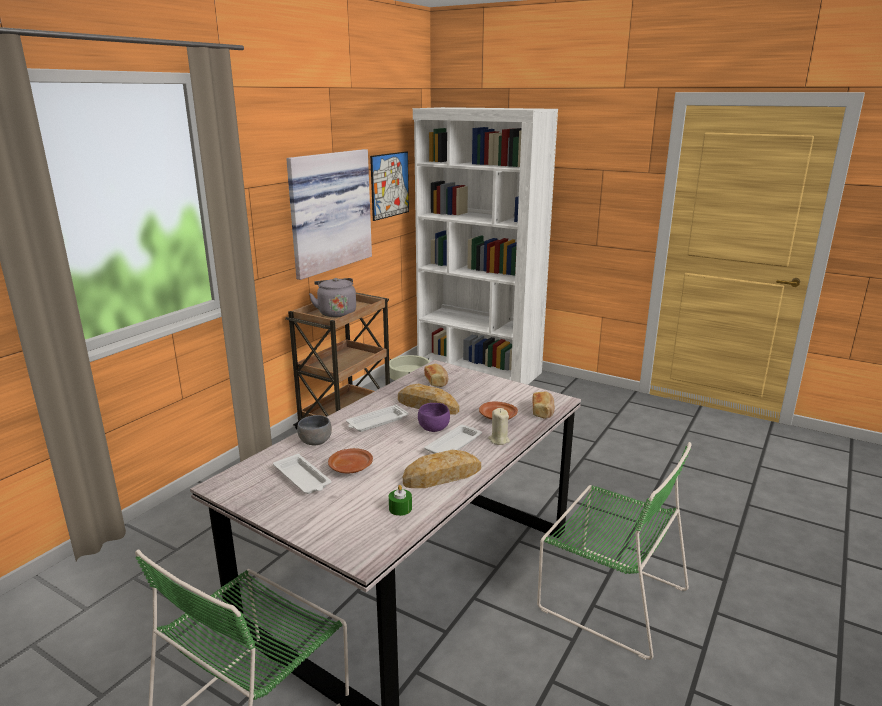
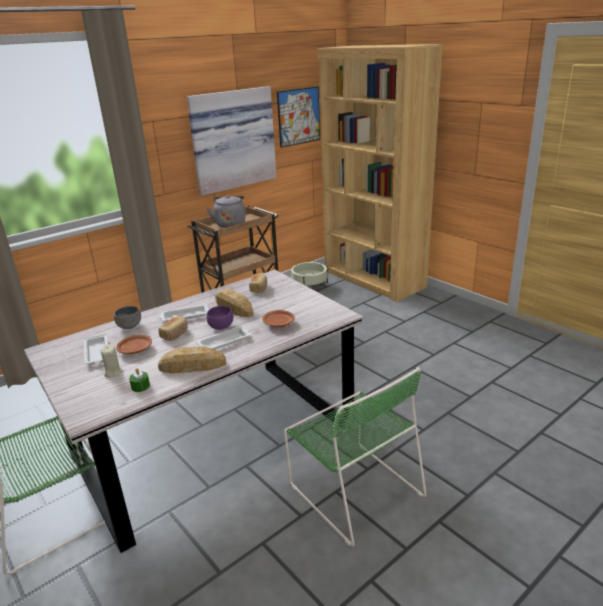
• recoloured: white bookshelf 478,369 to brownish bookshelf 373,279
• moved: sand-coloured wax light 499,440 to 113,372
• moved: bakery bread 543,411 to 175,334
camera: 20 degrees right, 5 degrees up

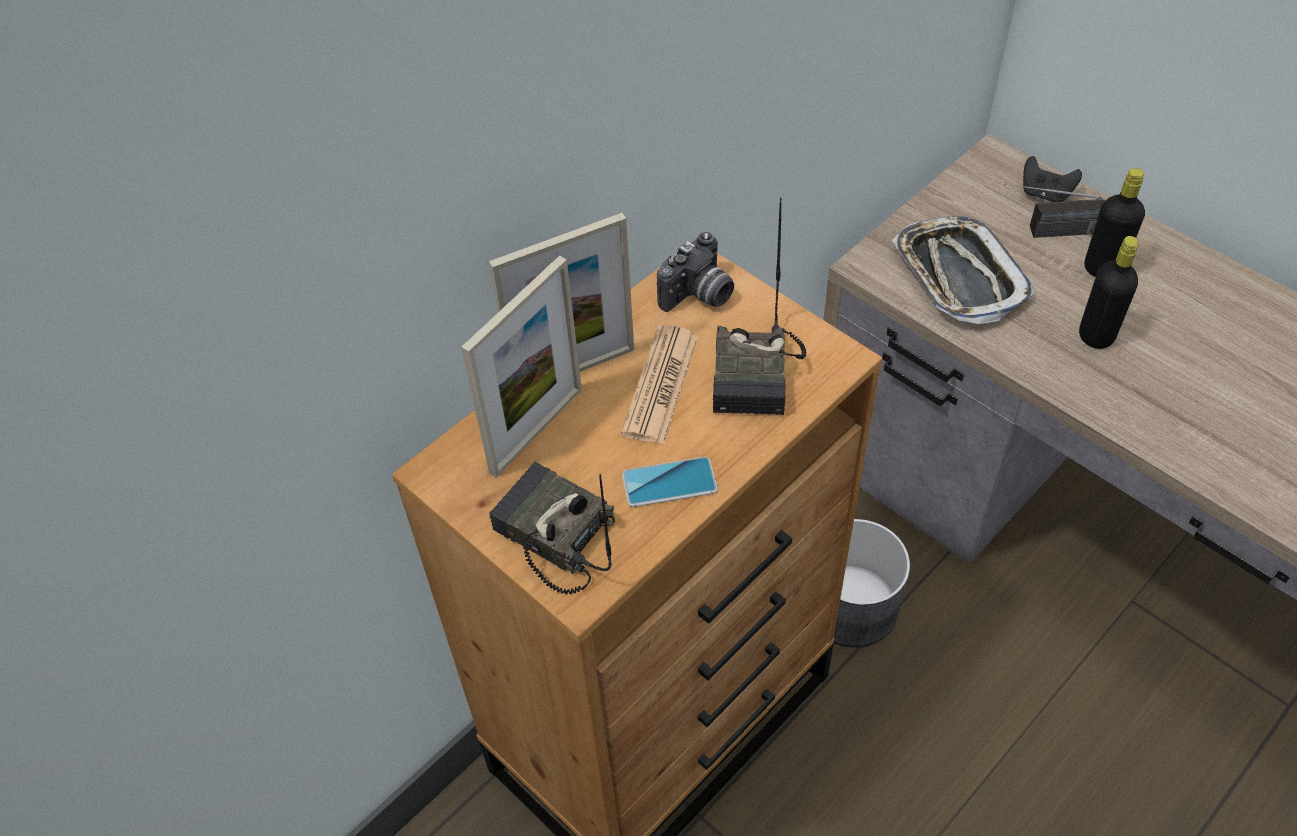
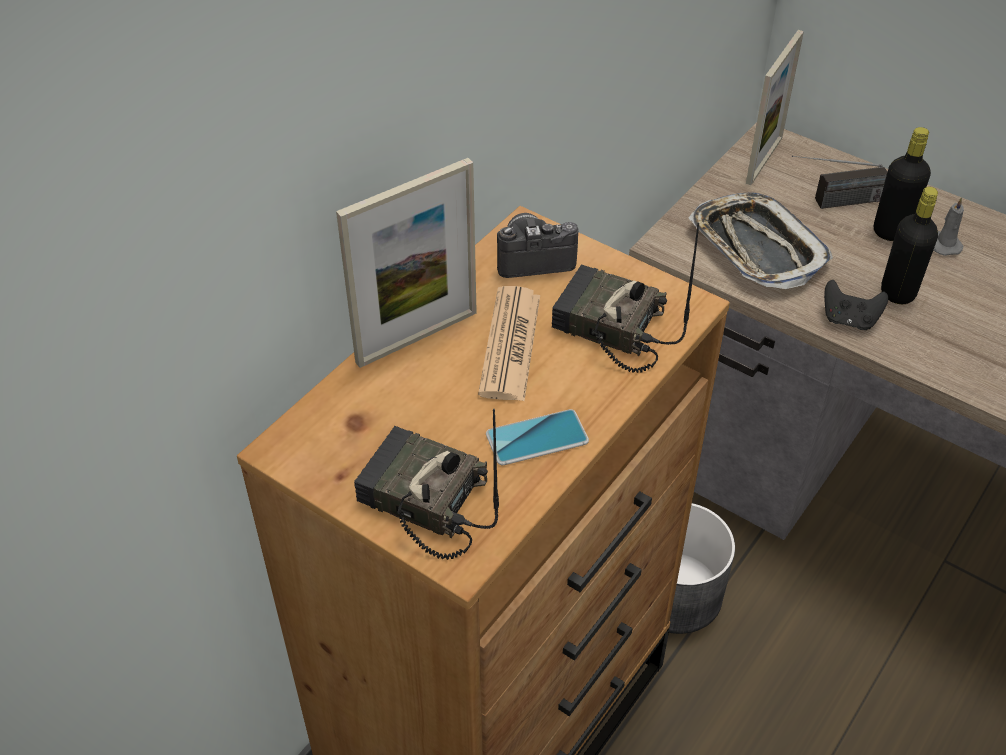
• moved: photo frame 536,430 to 764,160
• turned: still camera 699,296 = 533,258 135 degrees counterclockwise
• turned: radio 758,376 = 608,329 120 degrees clockwise
• moved: black-coloured joypad 1045,194 to 849,320
• added: gray wax light 944,244
camera: 10 degrees left, 5 degrees down

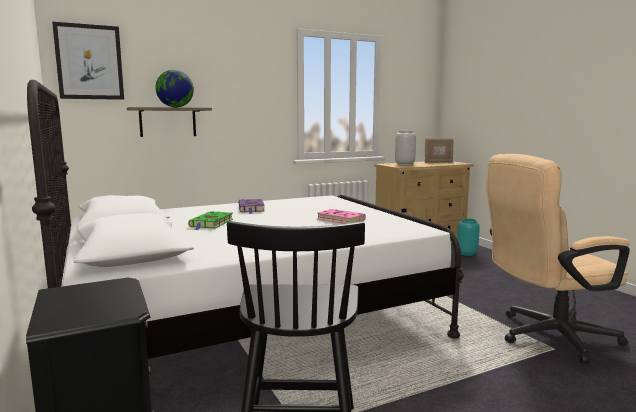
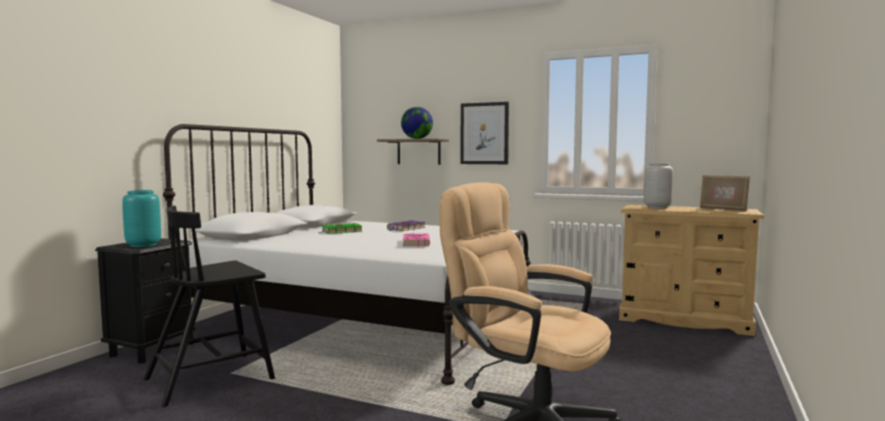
• moved: wall picture 89,62 to 484,133
• moved: turquoise-coloured decorative vase 467,253 to 143,245
camera: 50 degrees right, 5 degrees down

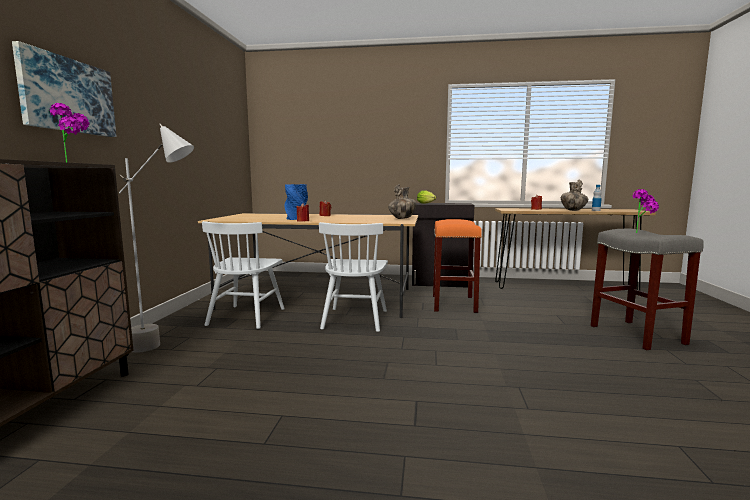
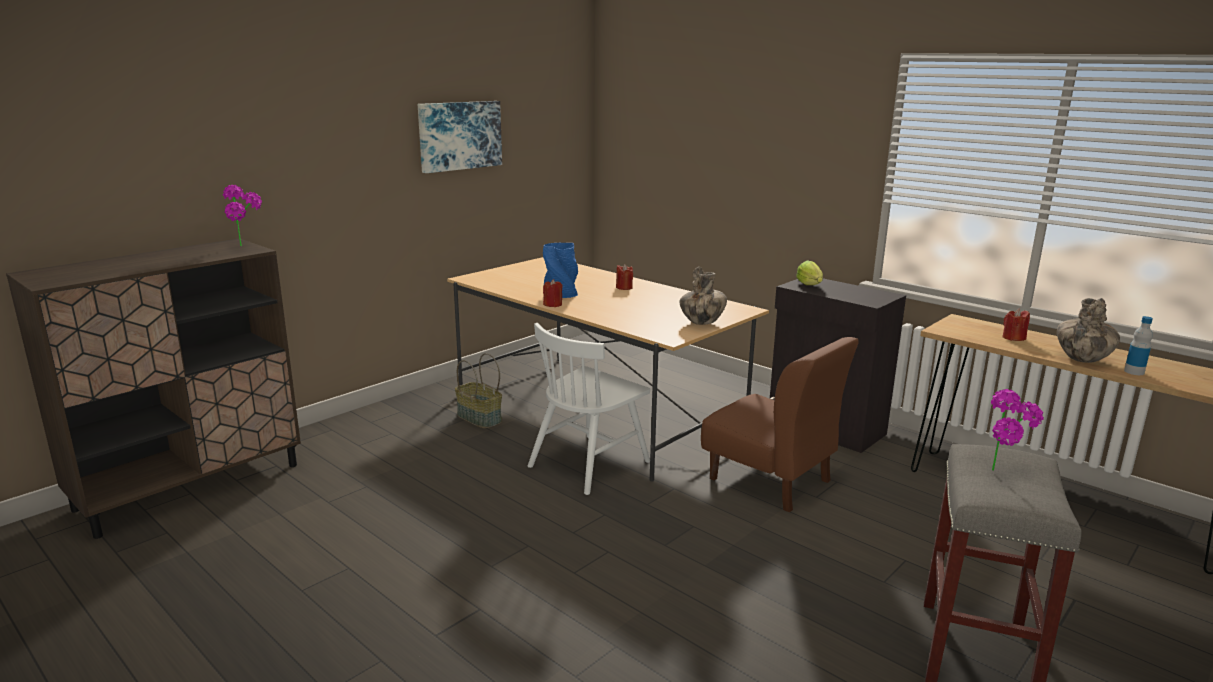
• moved: wall picture 67,95 to 459,135
• removed: gray standing lamp 168,347
• replaced: white upright chair 246,316 to basket 478,418
• replaced: orange-coloured stool 454,304 to brownish upright chair 770,480
camera: 35 degrees right, 10 degrees up

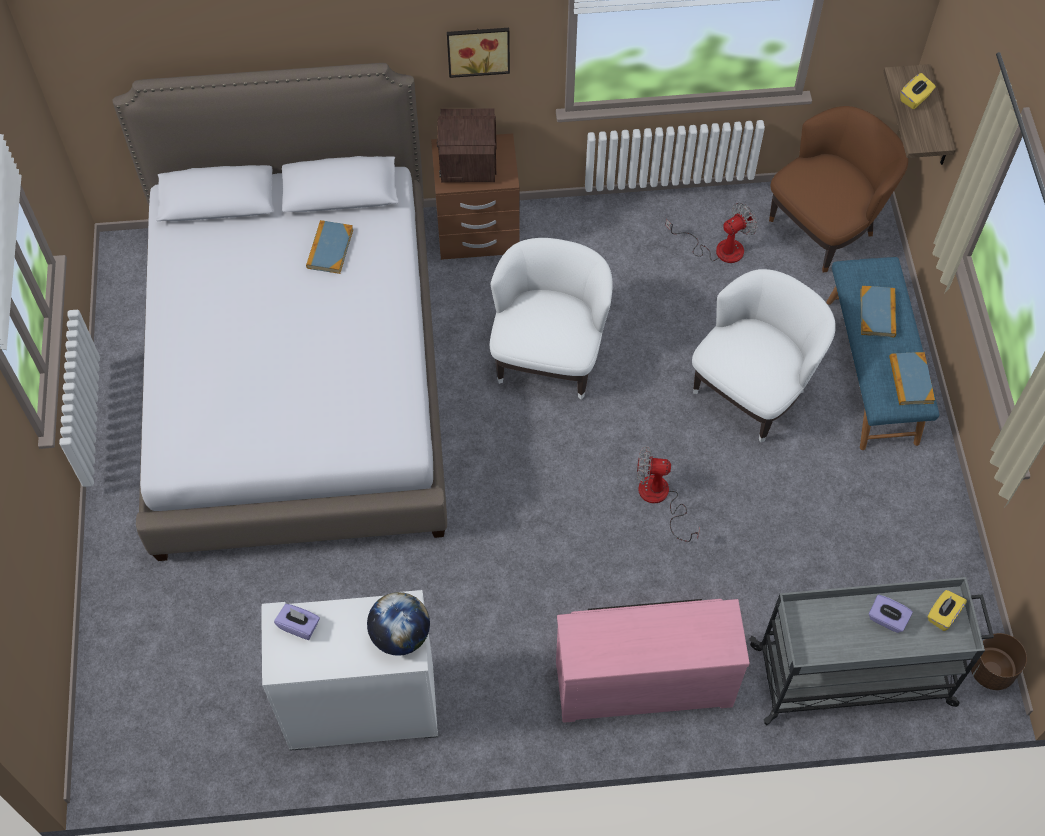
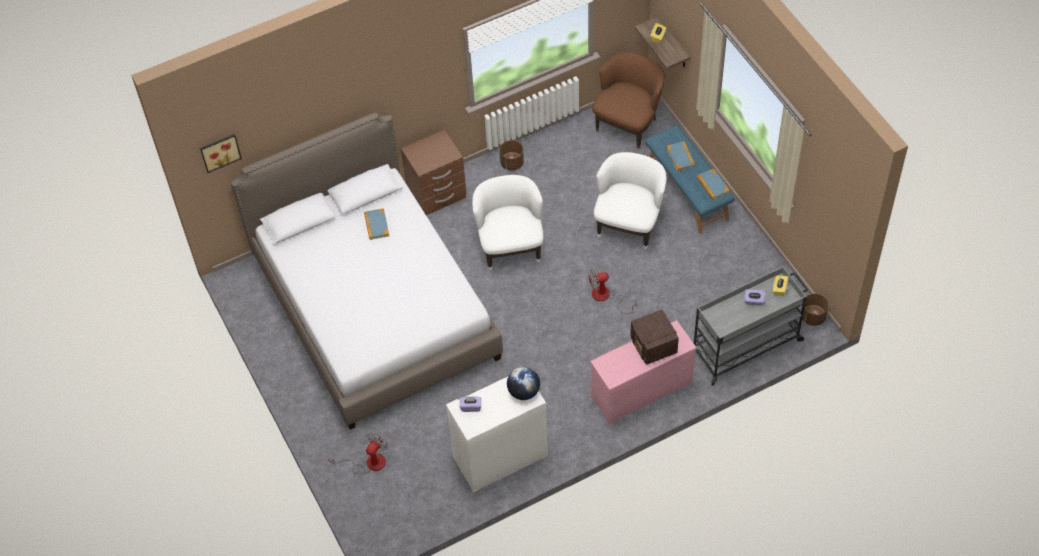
• moved: radio 468,163 to 653,346
• moved: wall picture 478,49 to 220,151
• moved: fan 719,249 to 368,463
• added: brownish planter 512,163
camera: 20 degrees left, 5 degrees down

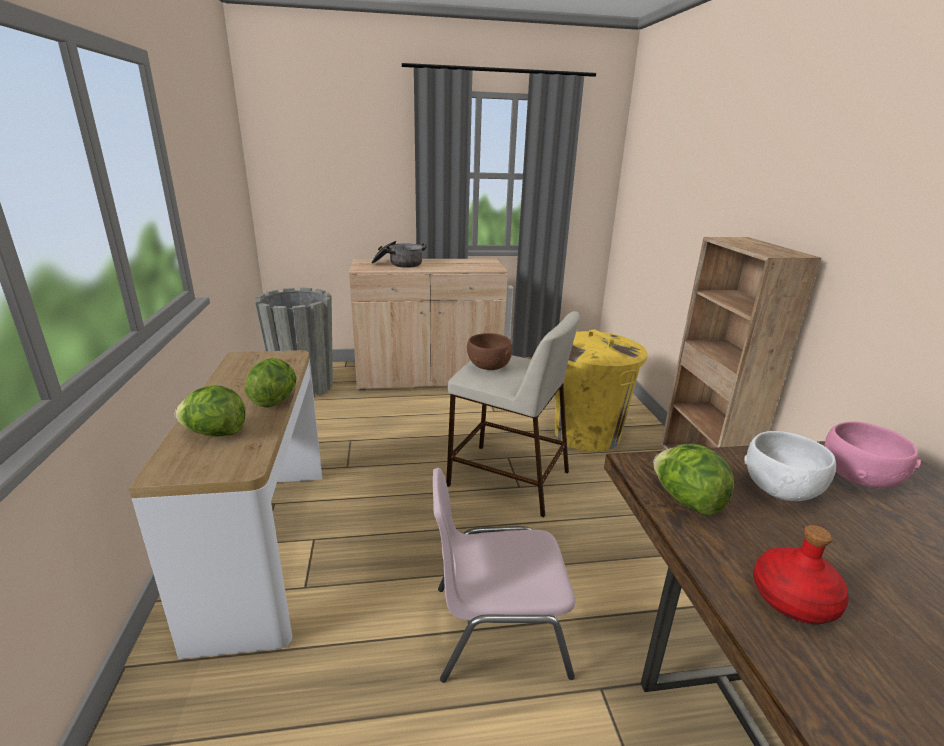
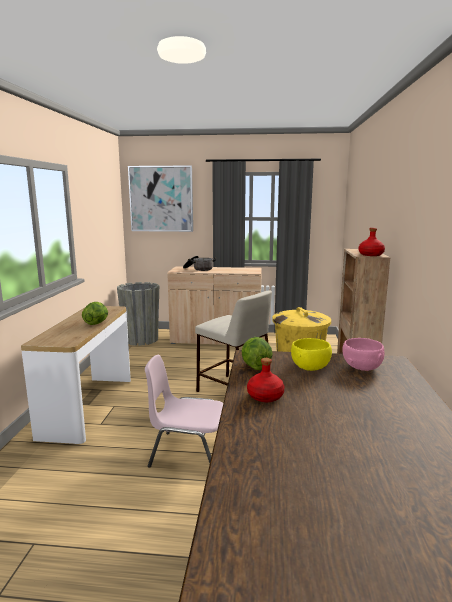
• removed: lettuce head 215,433
• removed: brownish bowl 488,366
• recoloured: white bowl 781,490 to yellowish bowl 310,367
• added: wall picture 161,199
• added: red-coloured bottle 370,255
camera: 15 degrees right, 10 degrees down

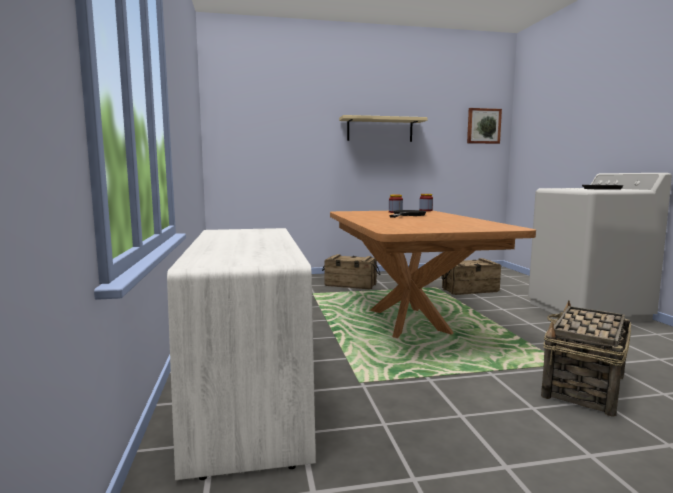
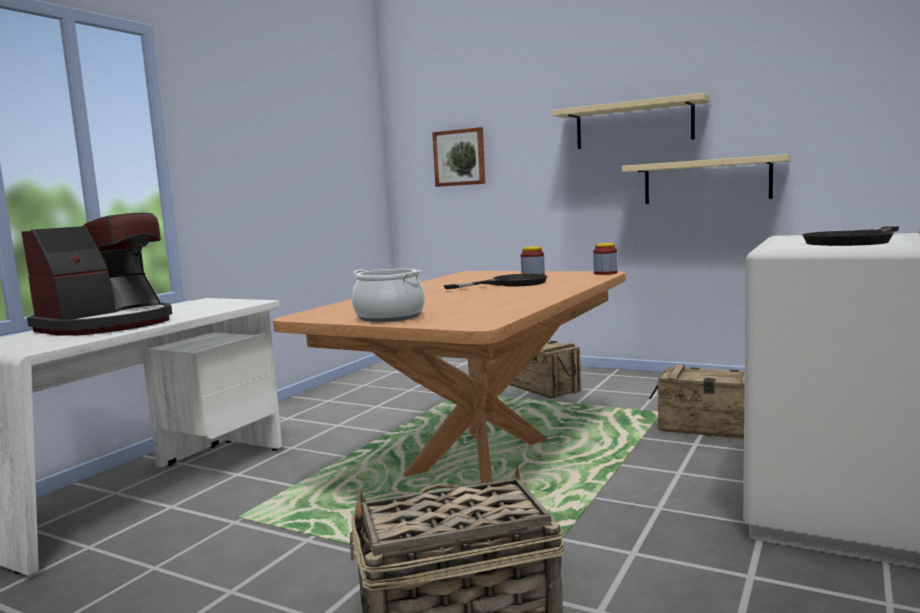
• moved: wall picture 483,126 to 459,157
• added: coffee maker 108,325
• added: saucepot 389,317
• added: sand-coloured bracket shelf 706,181
camera: 40 degrees right, 0 degrees up

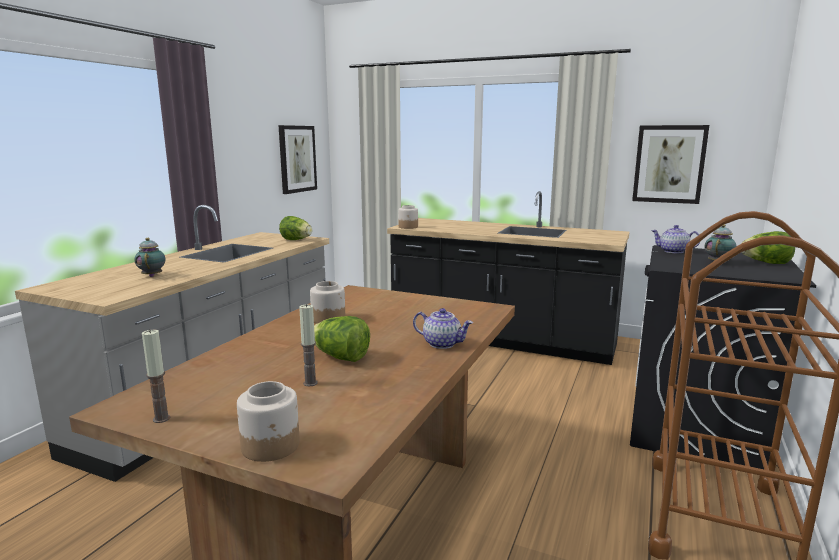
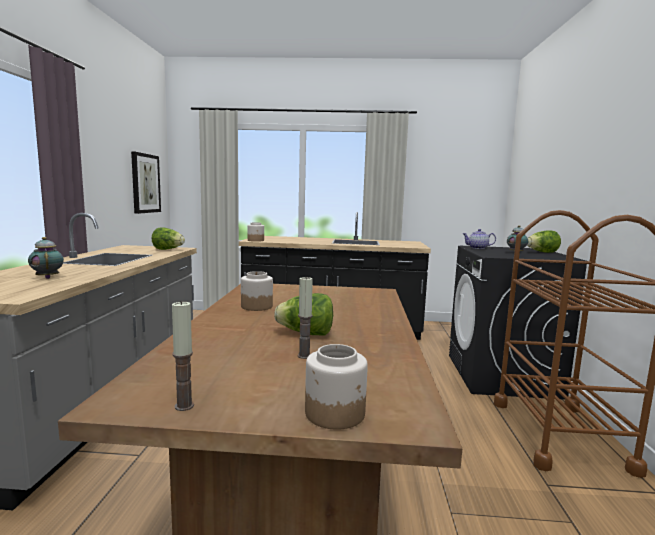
• removed: teapot 442,344
• removed: wall picture 669,164
camera: 20 degrees left, 5 degrees down

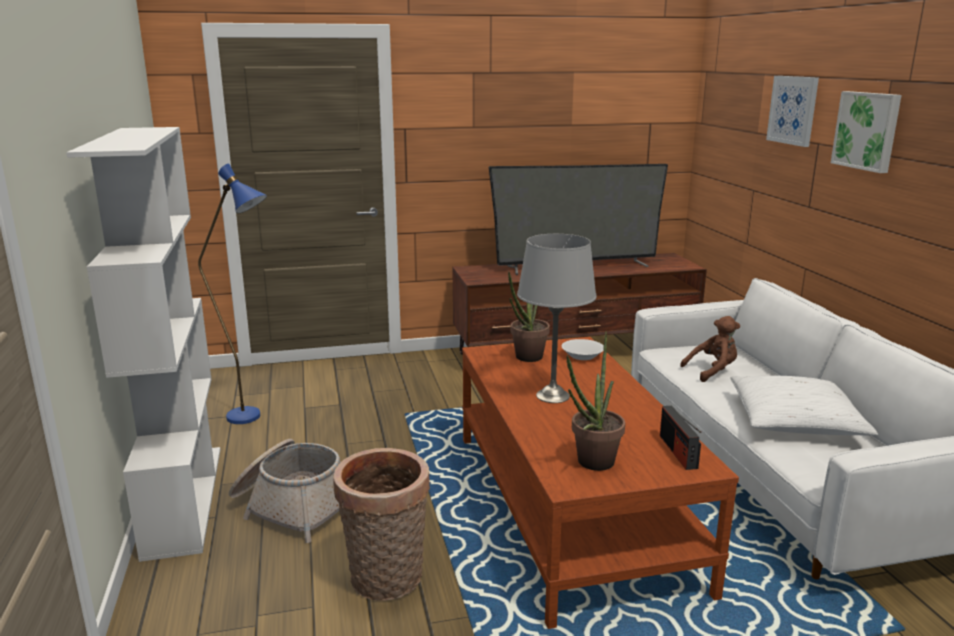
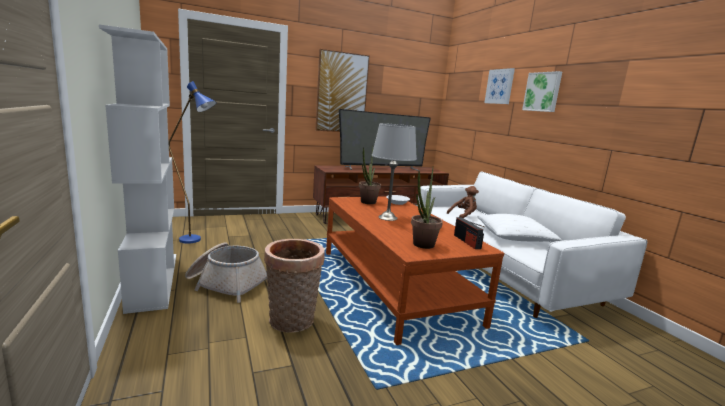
• added: wall picture 342,93
camera: 10 degrees left, 5 degrees down

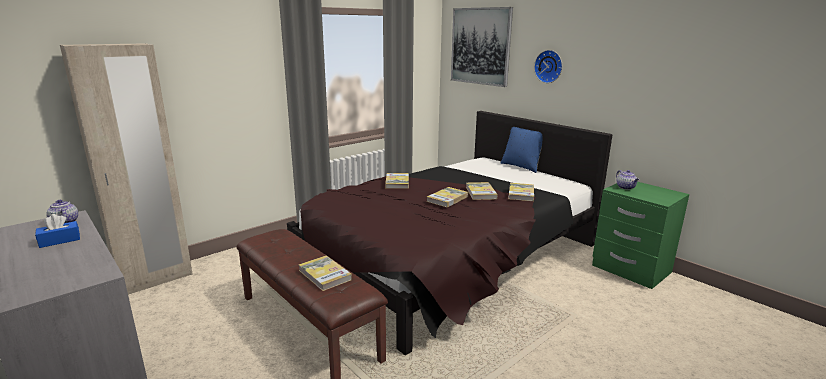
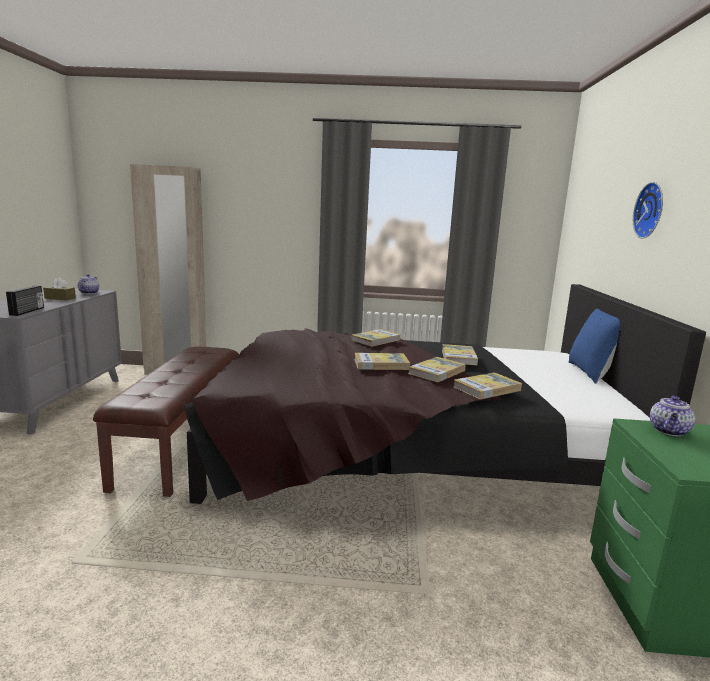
• recoloured: blue tissue box 60,240 to brownish tissue box 60,298
• moved: volume 325,275 to 458,357
• removed: wall picture 480,46
• added: radio 28,311
camera: 45 degrees right, 5 degrees down

